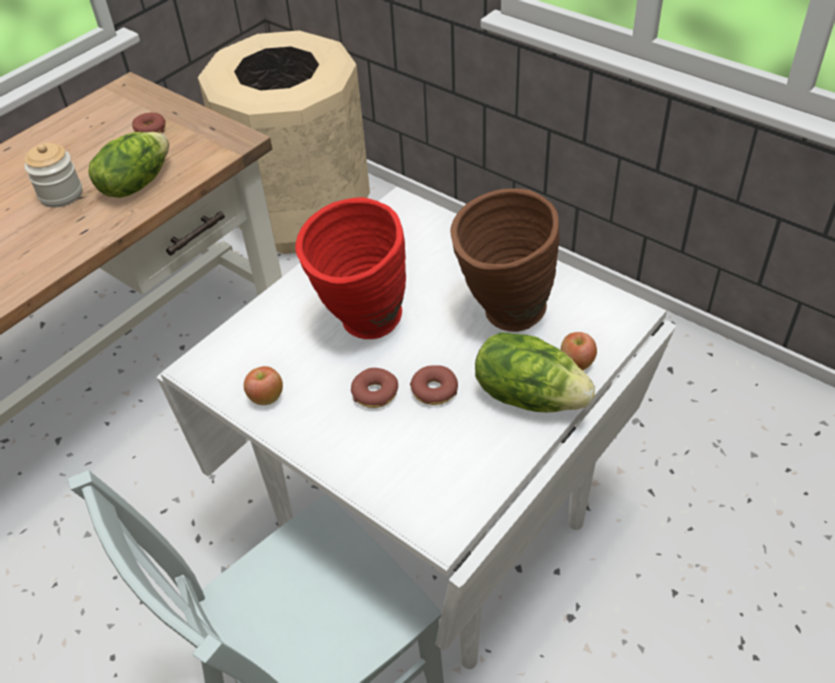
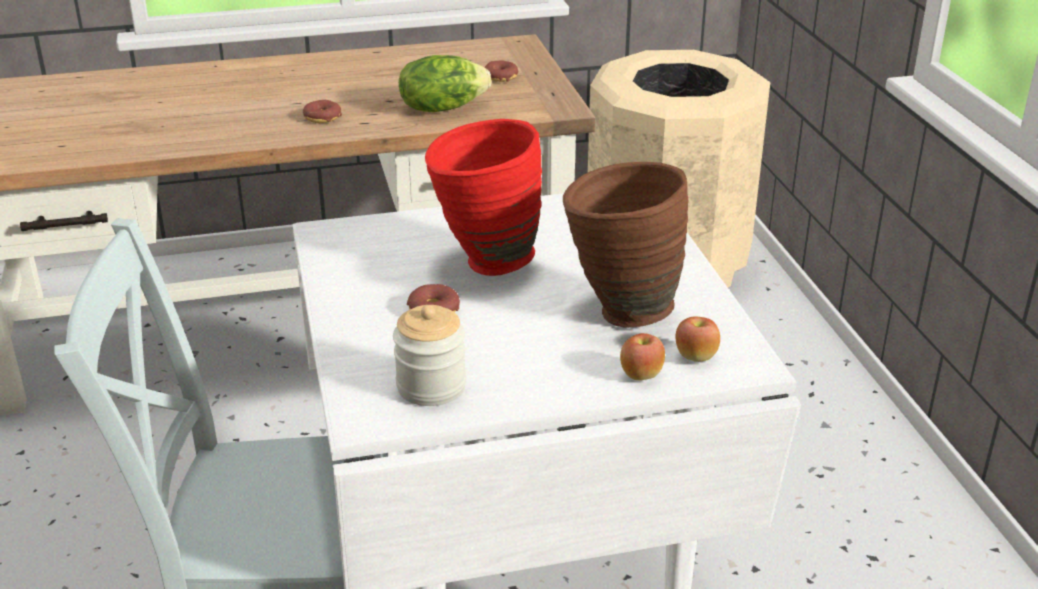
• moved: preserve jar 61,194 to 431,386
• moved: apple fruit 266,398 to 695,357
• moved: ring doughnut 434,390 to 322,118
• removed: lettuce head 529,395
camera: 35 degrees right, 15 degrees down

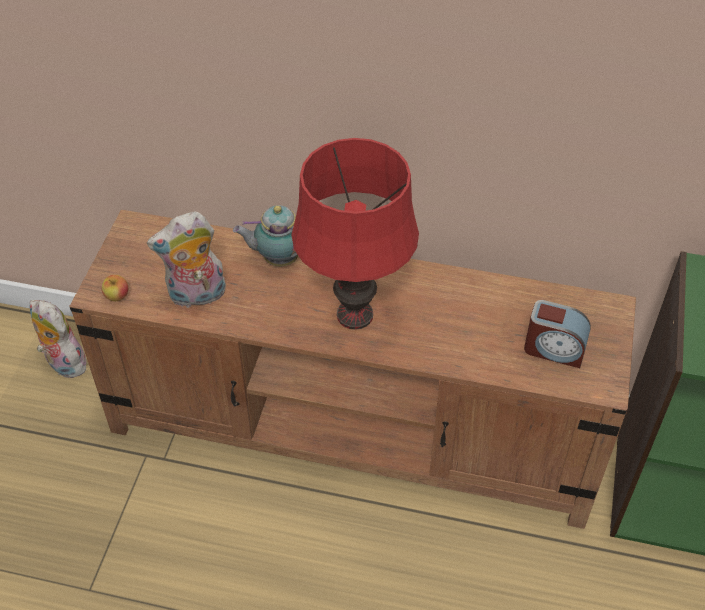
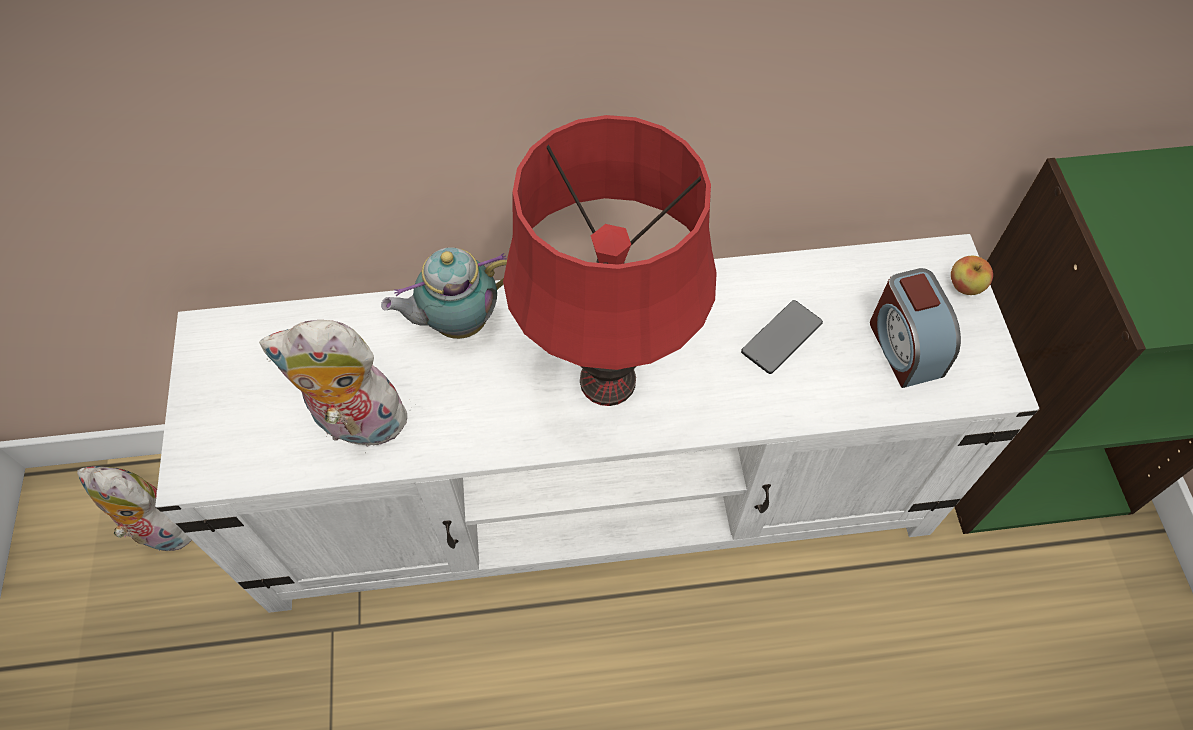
• recoloured: brownish media console 355,428 to white media console 598,494
• moved: apple fruit 117,296 to 965,286
• turned: plush toy 196,296 = 356,424 45 degrees clockwise
• turned: table clock 554,349 = 904,347 75 degrees clockwise
• added: phone 781,337
camera: 20 degrees left, 10 degrees up

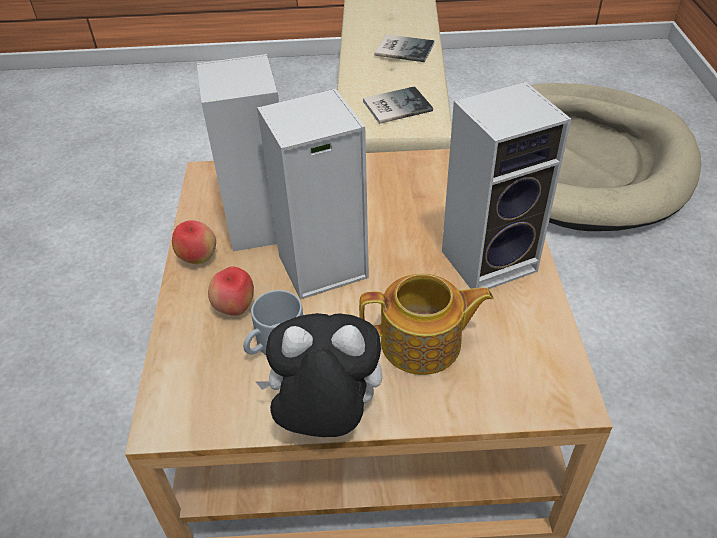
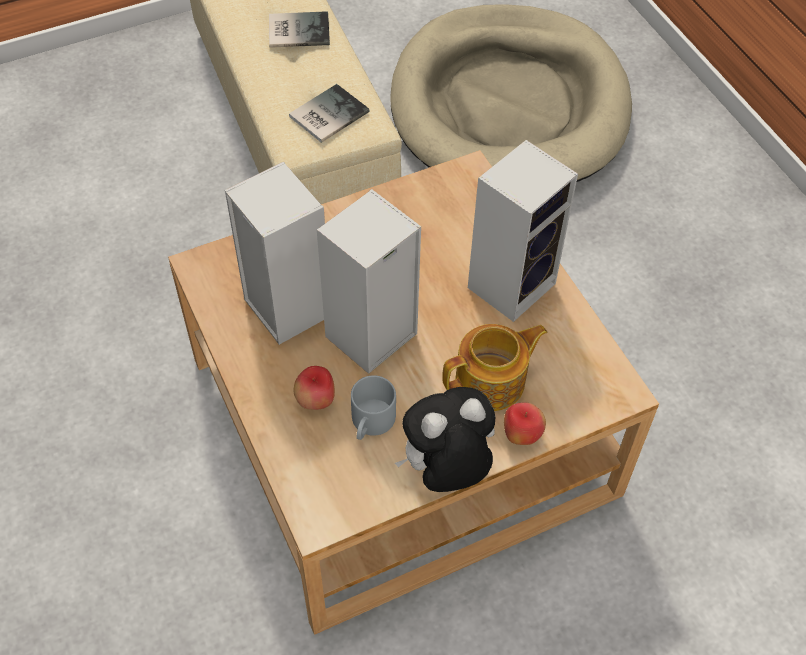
• moved: apple fruit 198,259 to 521,435
camera: 25 degrees left, 10 degrees up

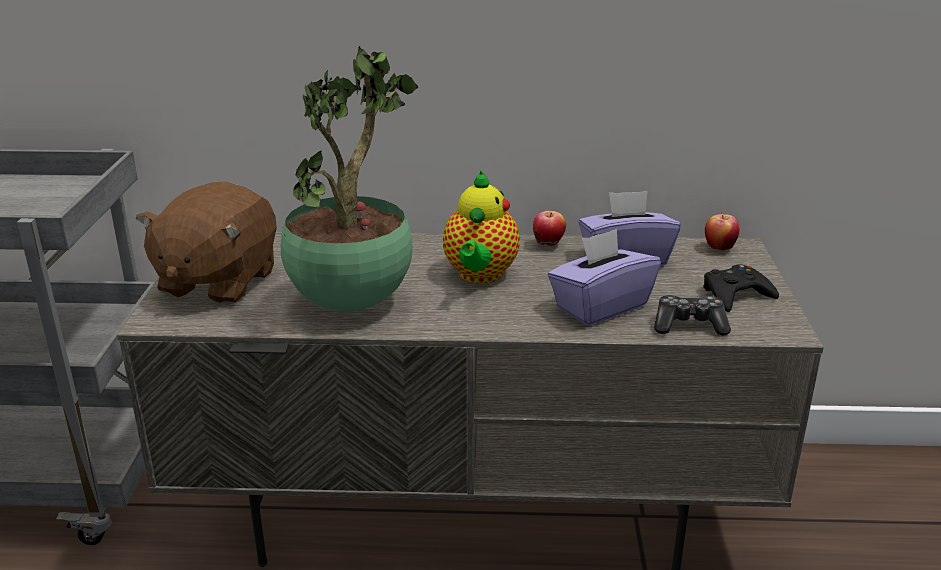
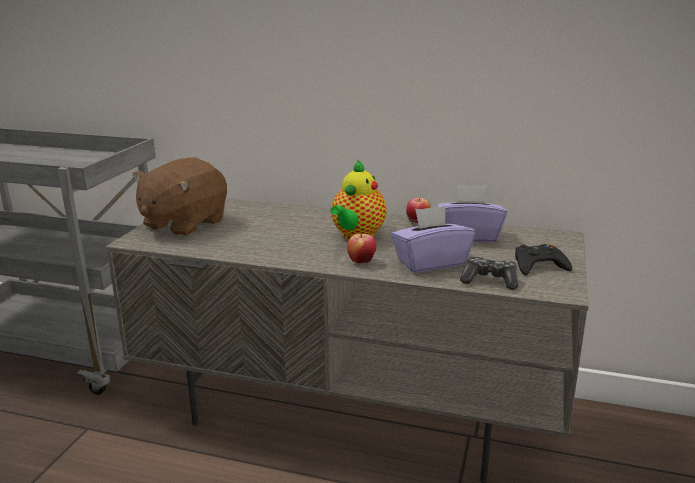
• removed: houseplant 353,301
• moved: apple fruit 719,248 to 361,262
camera: 15 degrees right, 5 degrees down

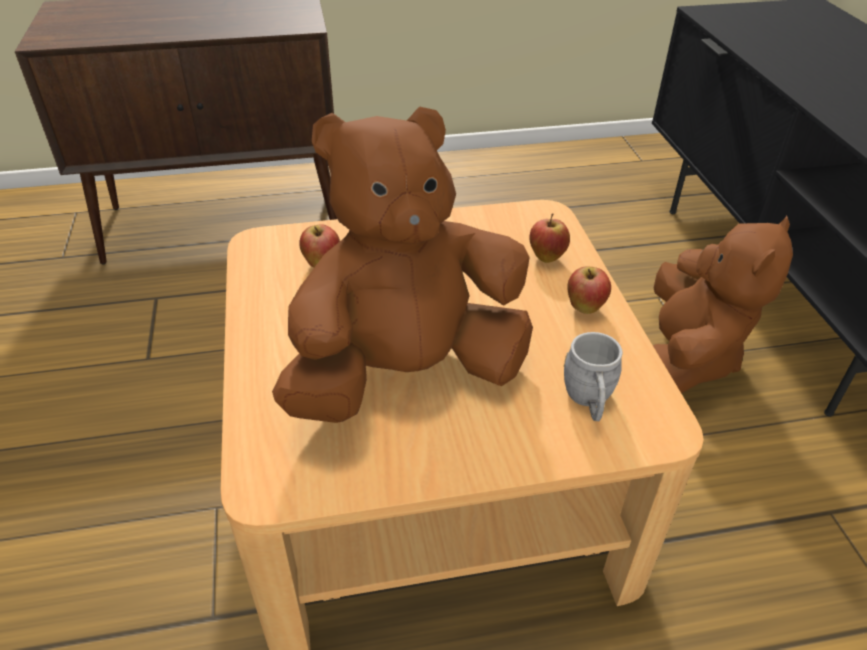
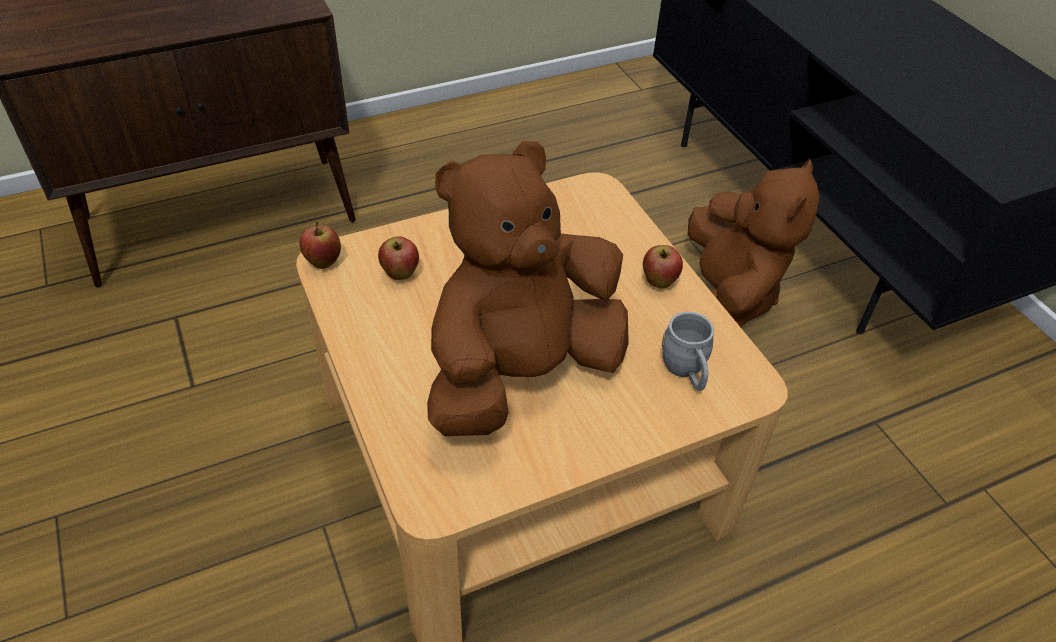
• moved: apple fruit 546,257 to 323,262
camera: 15 degrees left, 5 degrees up

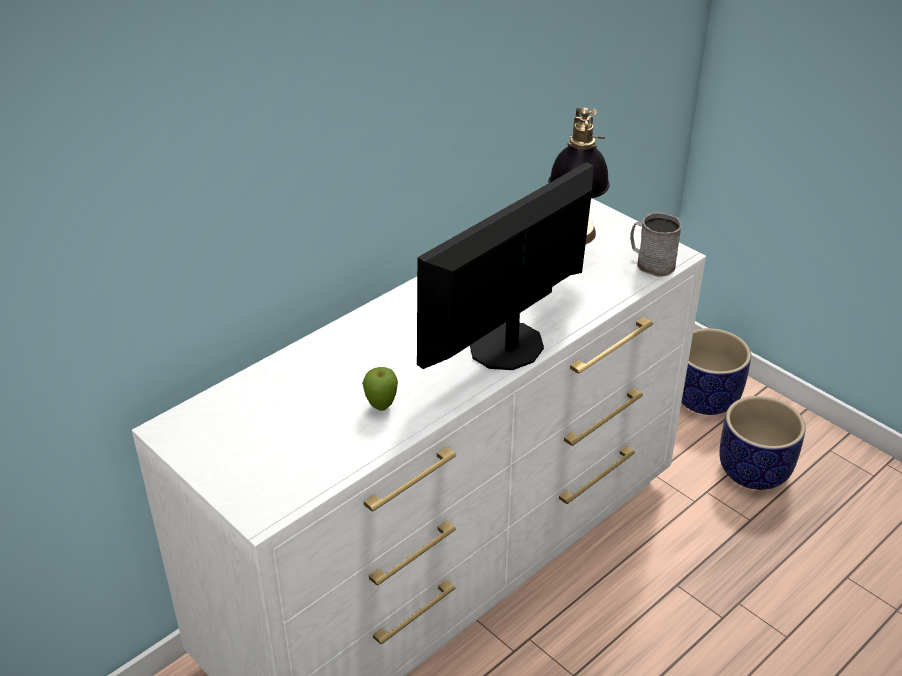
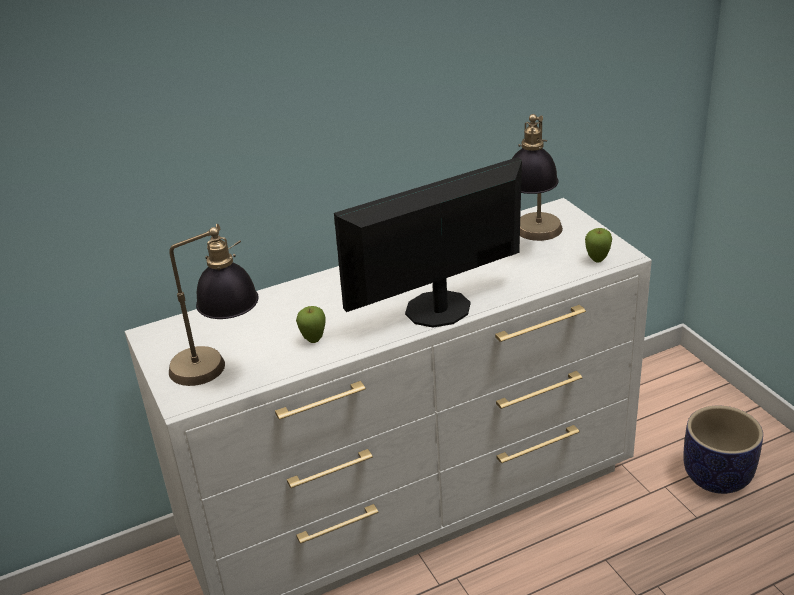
• replaced: gray coffee mug 650,263 to apple fruit 597,260
• removed: planter 705,399
• added: lamp for a table 219,371
camera: 20 degrees right, 5 degrees down

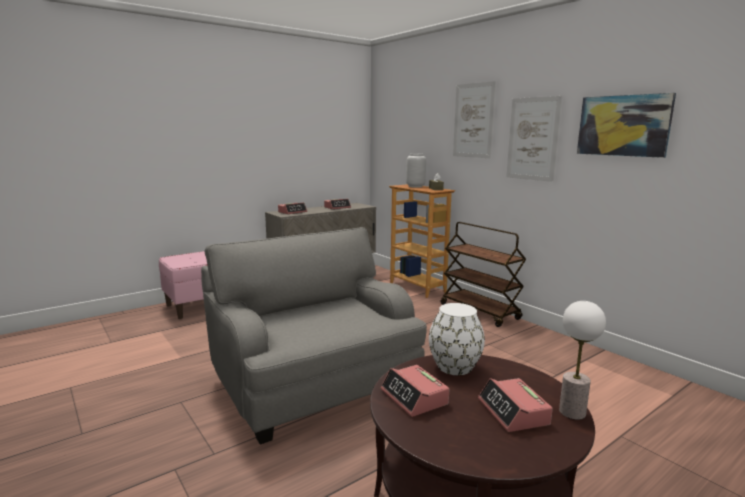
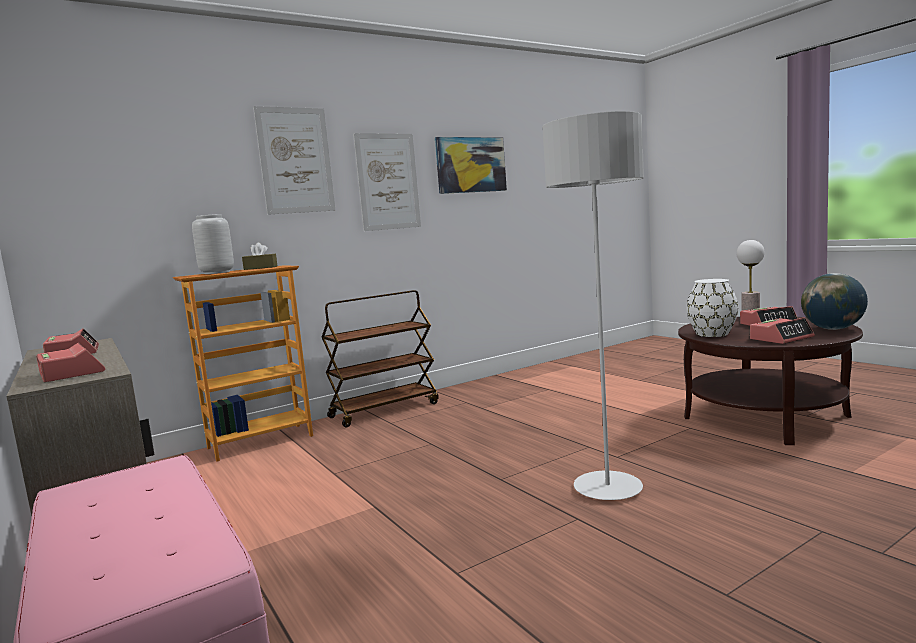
• replaced: gray armchair 314,383 to gray standing lamp 608,489
• added: globe 833,329
camera: 85 degrees left, 5 degrees down

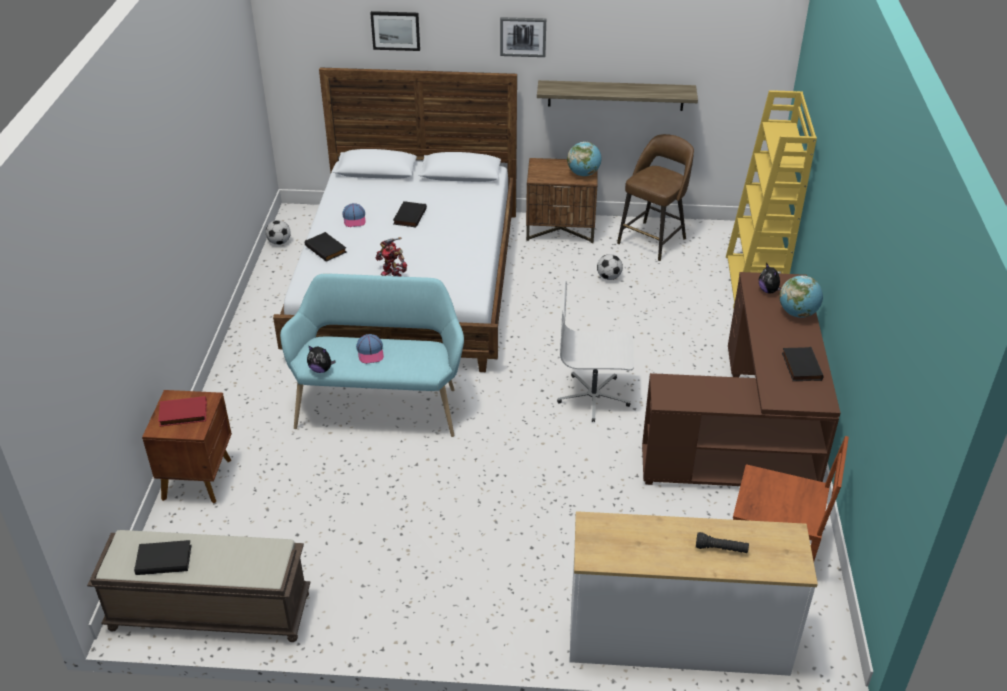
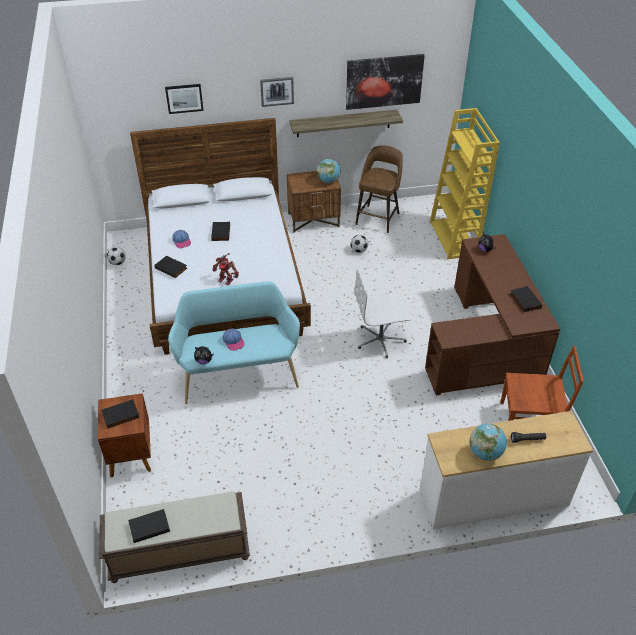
• recoloured: red-coloured volume 183,414 to black-coloured volume 120,416
• moved: globe 797,313 to 485,453
• added: wall picture 384,81
camera: 15 degrees left, 5 degrees up

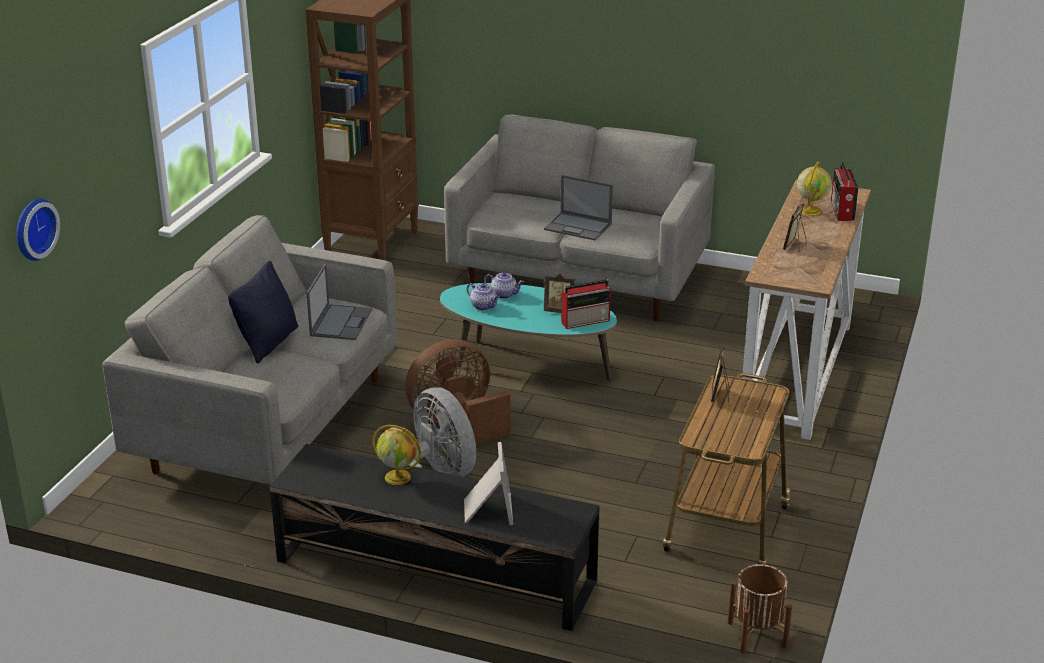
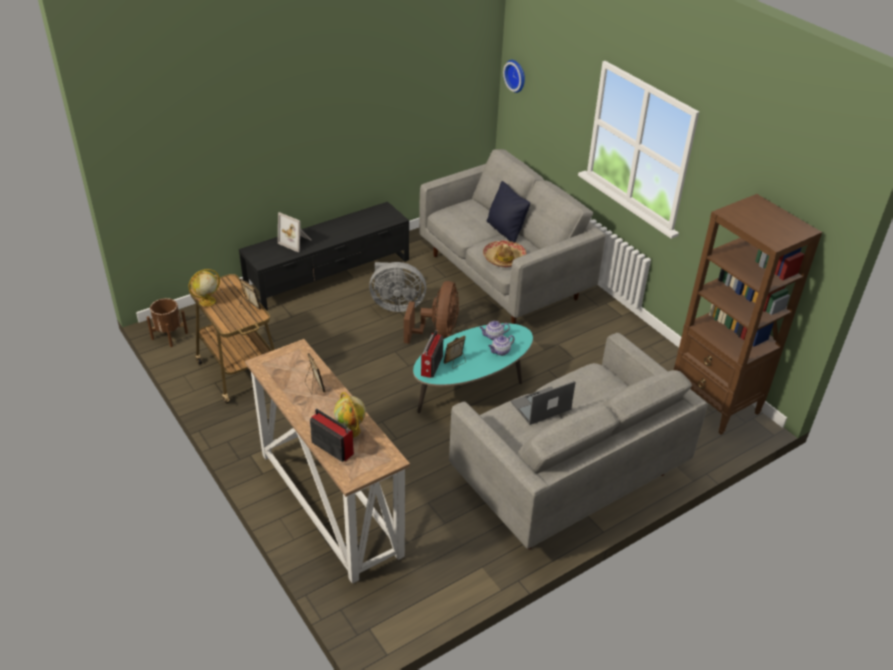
• replaced: portable computer 341,322 to clothing hat 504,259
• moved: globe 398,477 to 207,301
camera: 125 degrees right, 10 degrees up

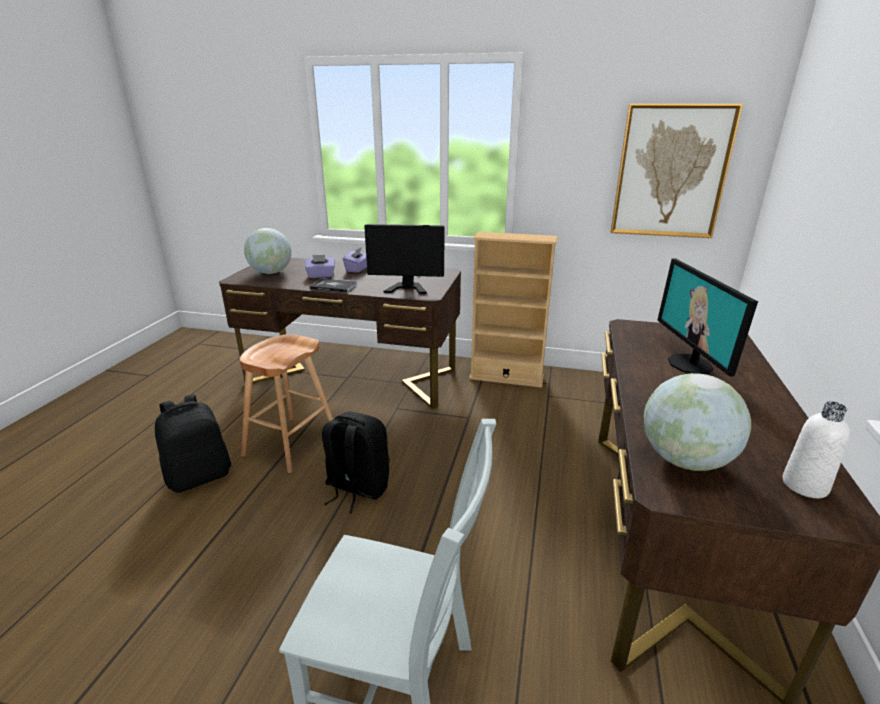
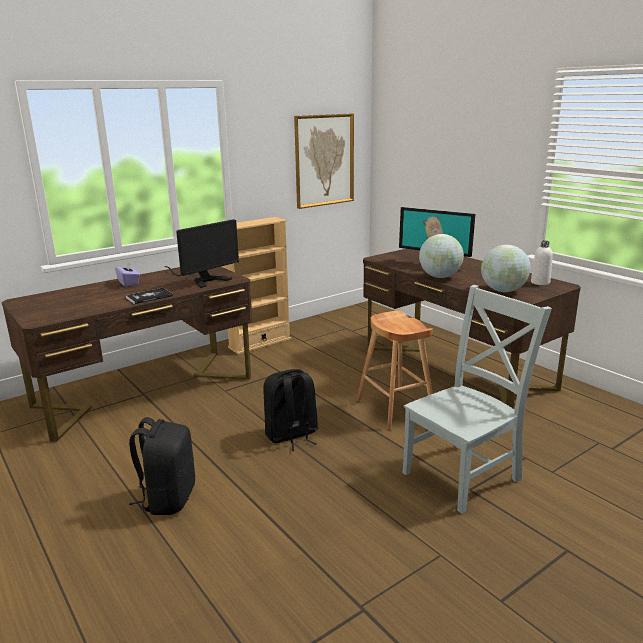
• moved: brownish stool 291,444 to 395,409
• moved: globe 271,272 to 439,277
• removed: purple tissue box 321,275
camera: 50 degrees left, 5 degrees down

